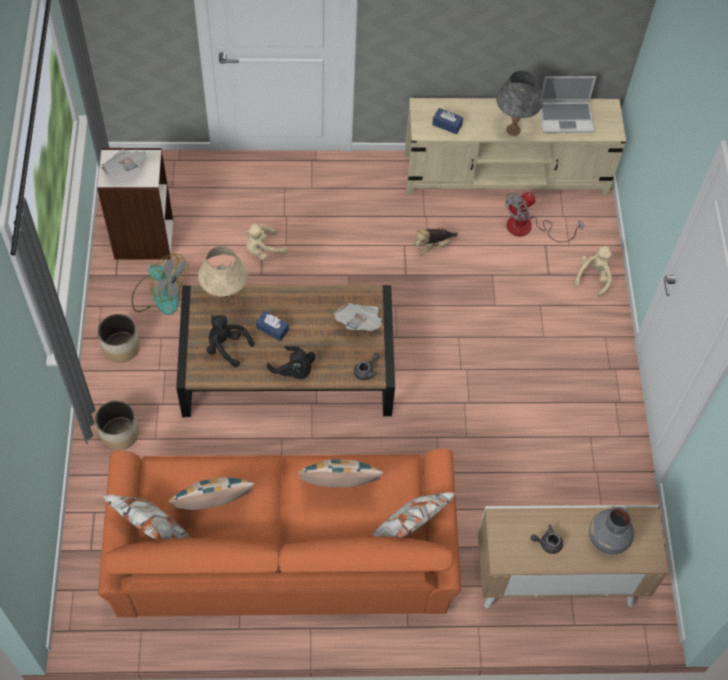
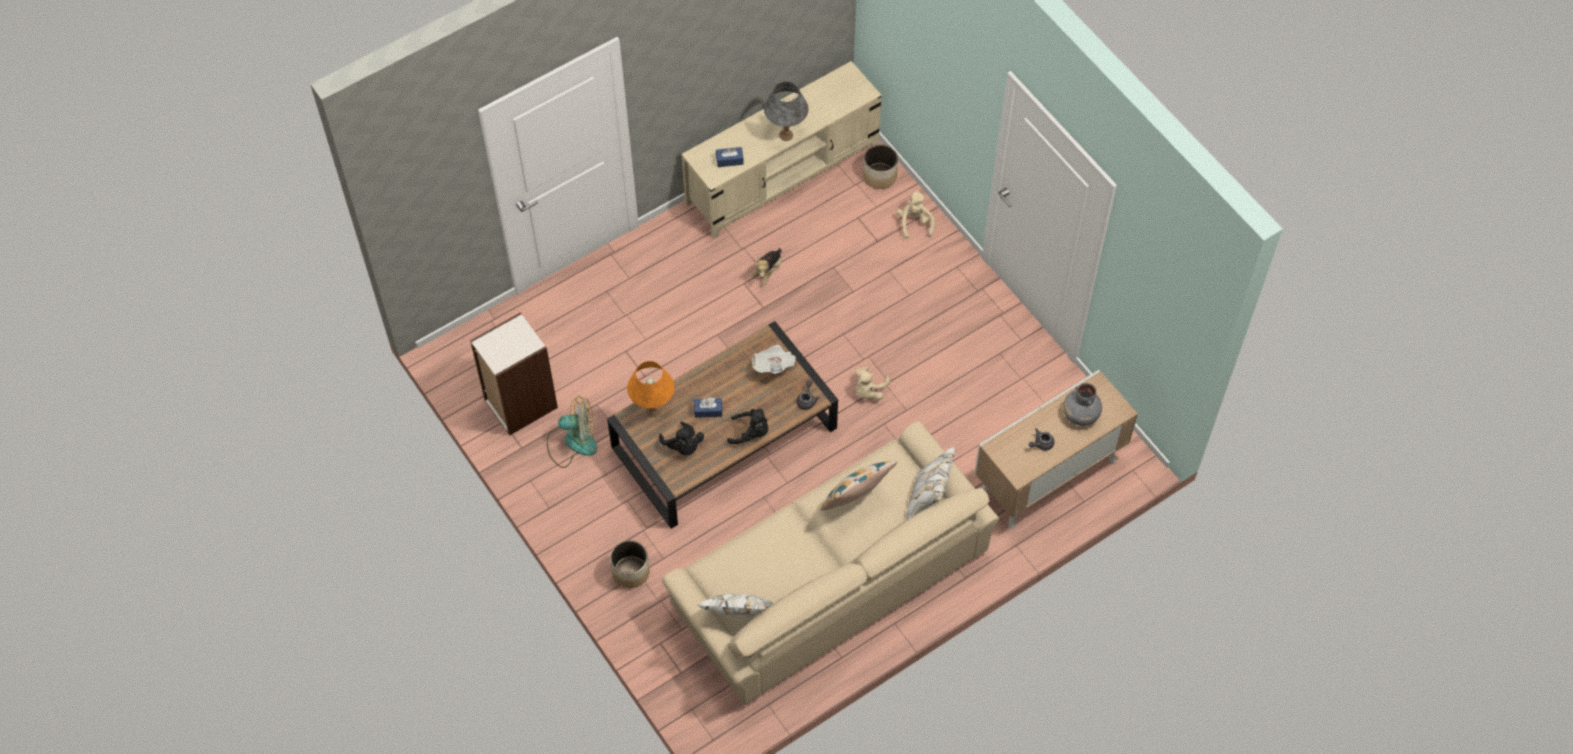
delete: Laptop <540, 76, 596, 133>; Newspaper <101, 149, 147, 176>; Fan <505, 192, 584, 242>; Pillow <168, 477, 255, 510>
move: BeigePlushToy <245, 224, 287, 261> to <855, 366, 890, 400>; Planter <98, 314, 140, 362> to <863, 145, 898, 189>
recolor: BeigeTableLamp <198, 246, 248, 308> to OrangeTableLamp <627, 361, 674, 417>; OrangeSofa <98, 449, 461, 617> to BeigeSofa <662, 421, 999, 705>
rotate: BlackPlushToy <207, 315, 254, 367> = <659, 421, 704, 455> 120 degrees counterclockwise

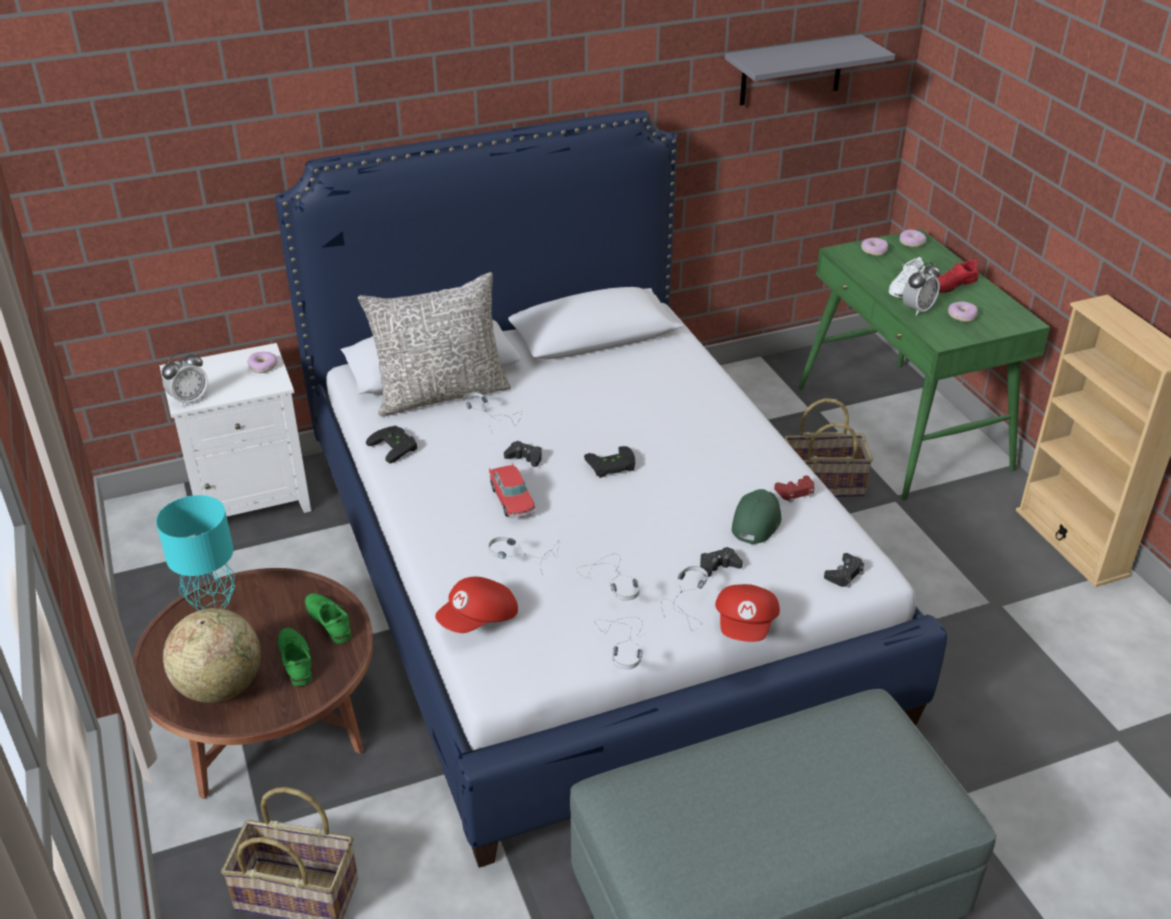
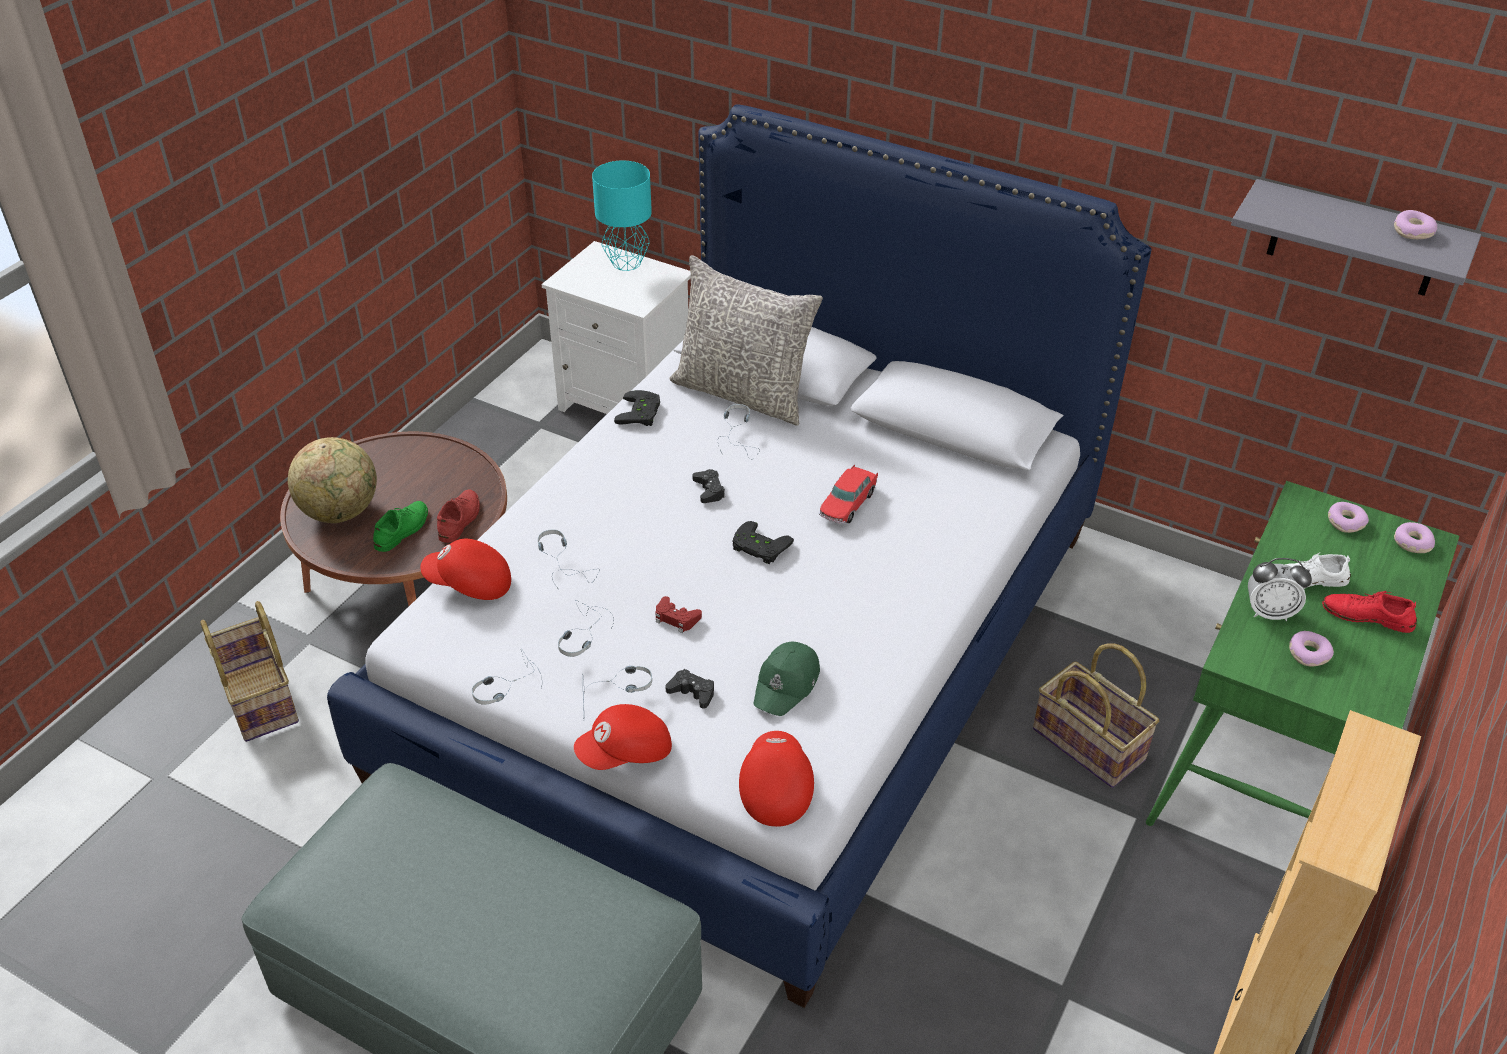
delete: AlarmClock <162, 351, 208, 407>
move: Donut <247, 352, 278, 373> to <1394, 210, 1437, 239>; ToyCar <489, 463, 535, 517> to <819, 464, 878, 524>; RedGameController <774, 475, 814, 502> to <655, 596, 702, 633>; TurquoiseTableLamp <156, 495, 235, 611> to <592, 161, 652, 271>
replace: BlackGameController <824, 553, 864, 588> to RedCap <739, 731, 814, 827>
recolor: GreenShoe <304, 593, 352, 643> to RedShoe <437, 490, 480, 543>
rotate: GreenCap <732, 489, 782, 544> = <753, 642, 820, 716> 135 degrees clockwise

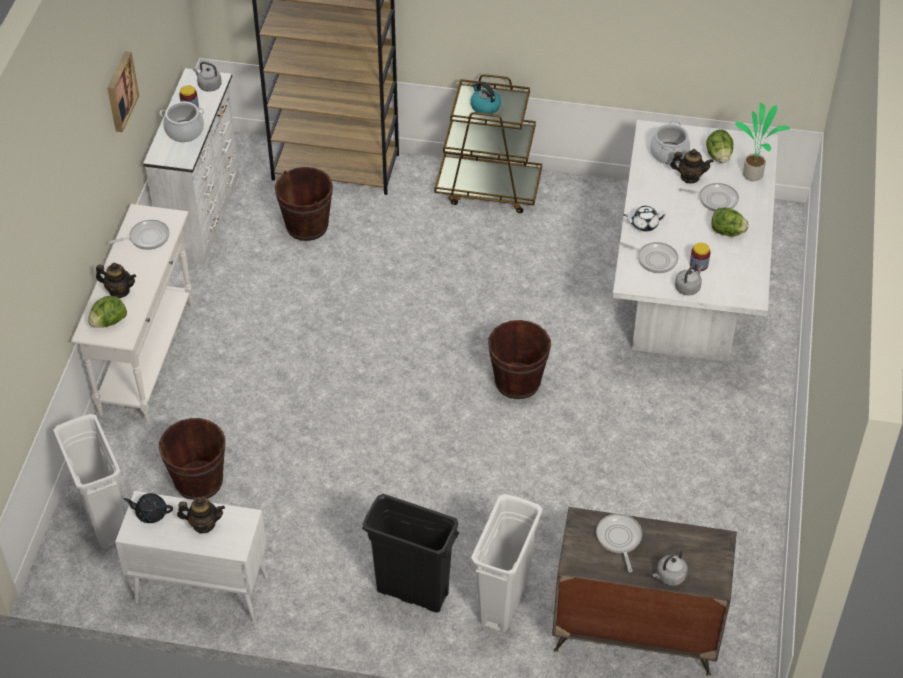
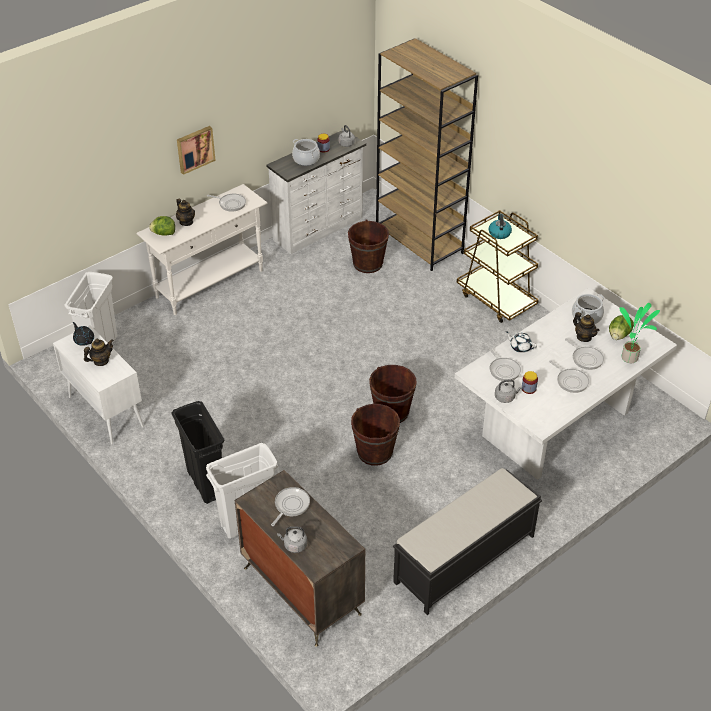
insert: BlackBench <393, 468, 542, 615>
move: Picture <107, 51, 139, 132> to <177, 126, 216, 175>; BrownBucket <159, 418, 225, 500> to <351, 404, 400, 466>
replace: Lettuce <711, 208, 749, 237> to FryingPan <549, 360, 589, 393>
rotate: Teapot <177, 497, 225, 534> = <84, 339, 114, 366> 75 degrees counterclockwise

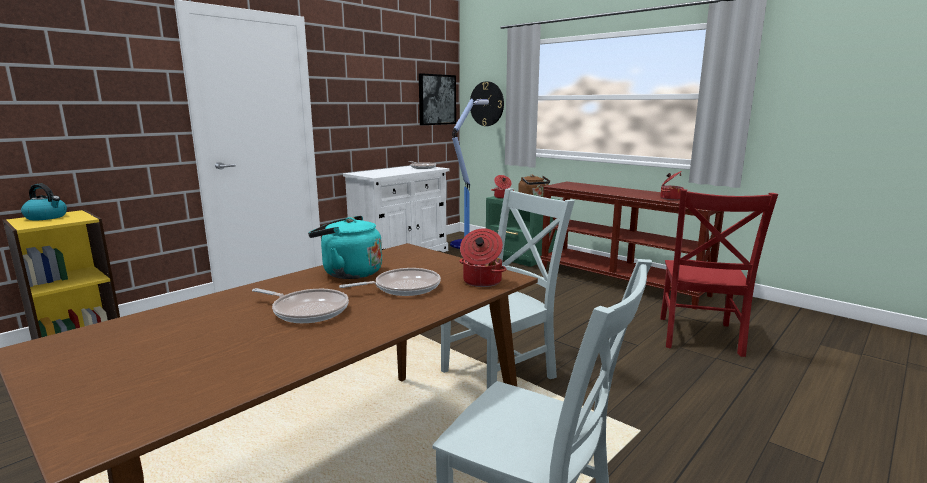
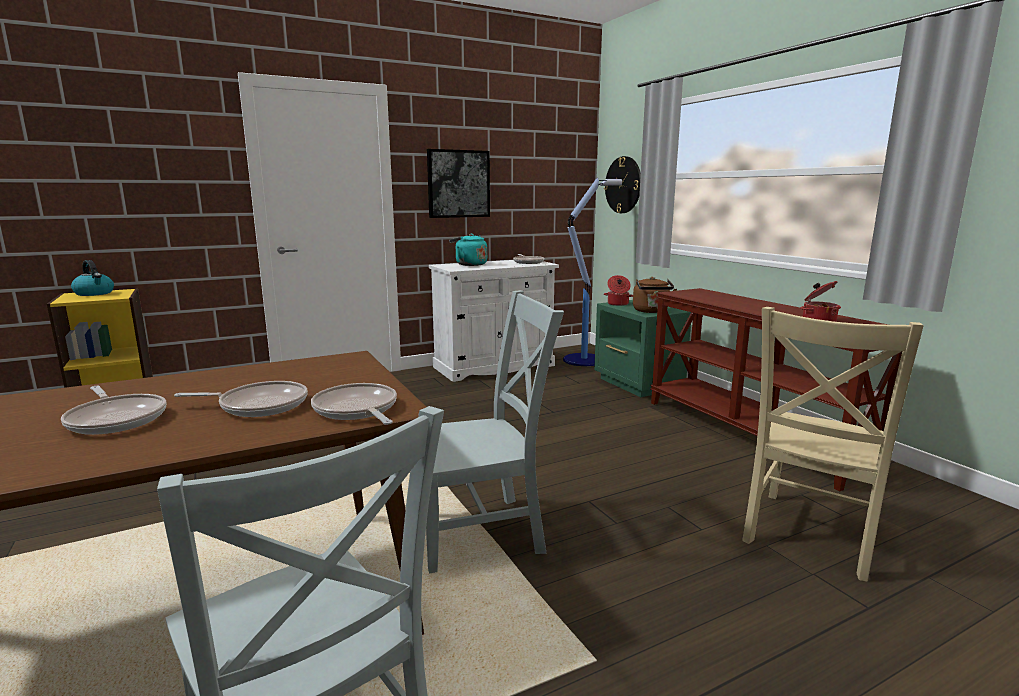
move: Picture <419, 73, 456, 125> to <427, 149, 490, 218>; TurquoiseKettle <308, 216, 382, 279> to <449, 234, 487, 266>
replace: CookingPot <459, 228, 506, 287> to FryingPan <311, 383, 397, 425>
recolor: RedChair <660, 189, 778, 357> to BeigeChair <742, 307, 924, 582>

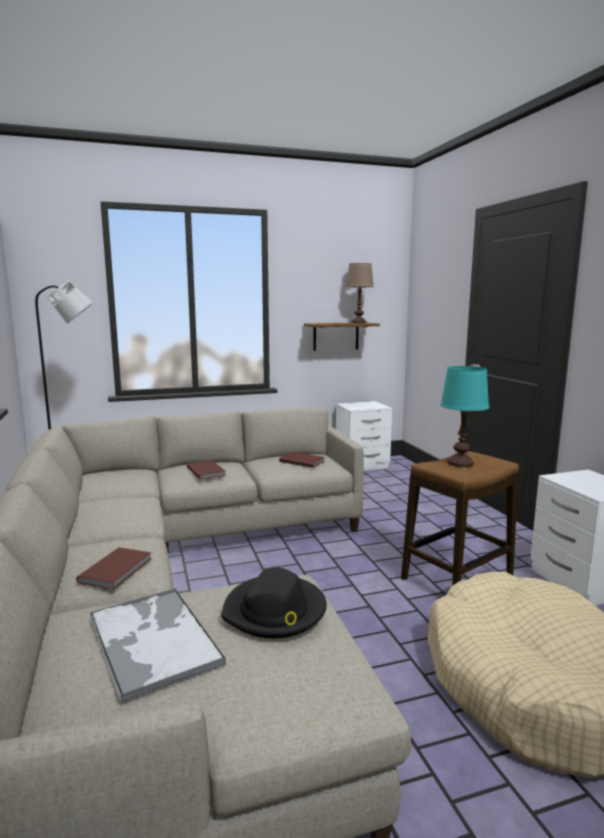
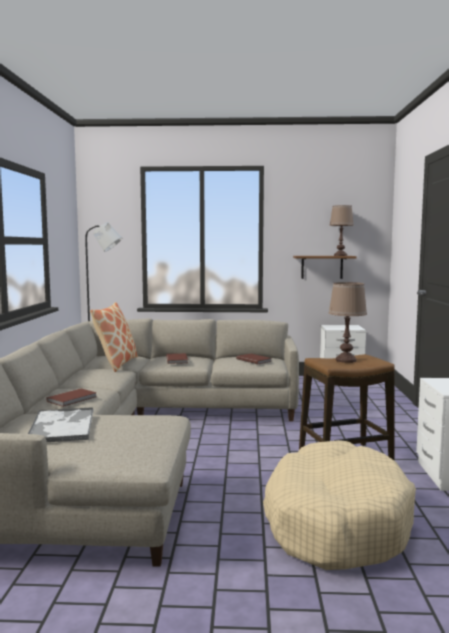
delete: BlackHat <222, 567, 327, 638>
insert: Pillow <90, 302, 138, 372>
recolor: TurquoiseTableLamp <440, 366, 489, 467> to BrownTableLamp <329, 282, 367, 363>

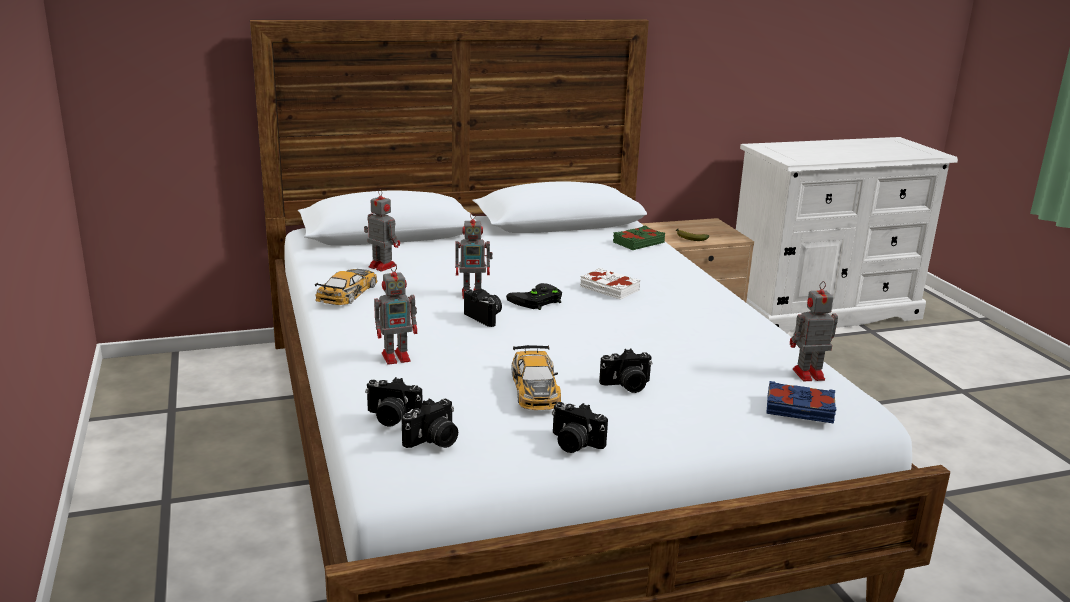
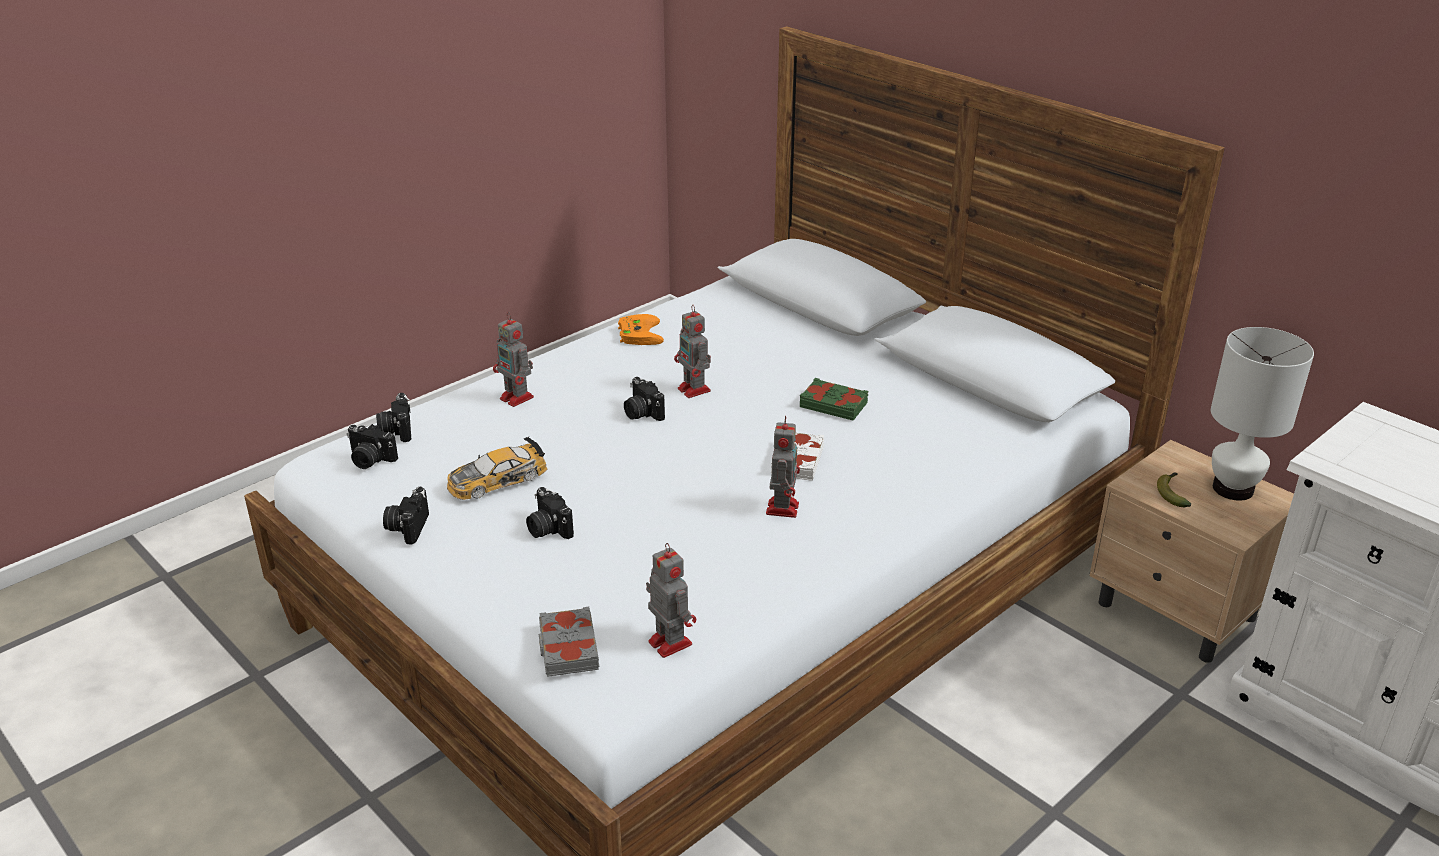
delete: BlackGameController <506, 283, 562, 310>
insert: WhiteTableLamp <1211, 327, 1314, 501>
move: ToyRobot <364, 189, 400, 271> to <766, 416, 800, 518>; GreenBook <613, 226, 665, 250> to <800, 378, 868, 421>
replace: ToyCar <315, 269, 377, 305> to OrangeGameController <618, 314, 664, 345>
recolor: BlueBook <766, 381, 837, 423> to GreyBook <539, 607, 599, 677>
rotate: PhotoCamera <464, 289, 502, 327> = <624, 377, 665, 421> 120 degrees clockwise

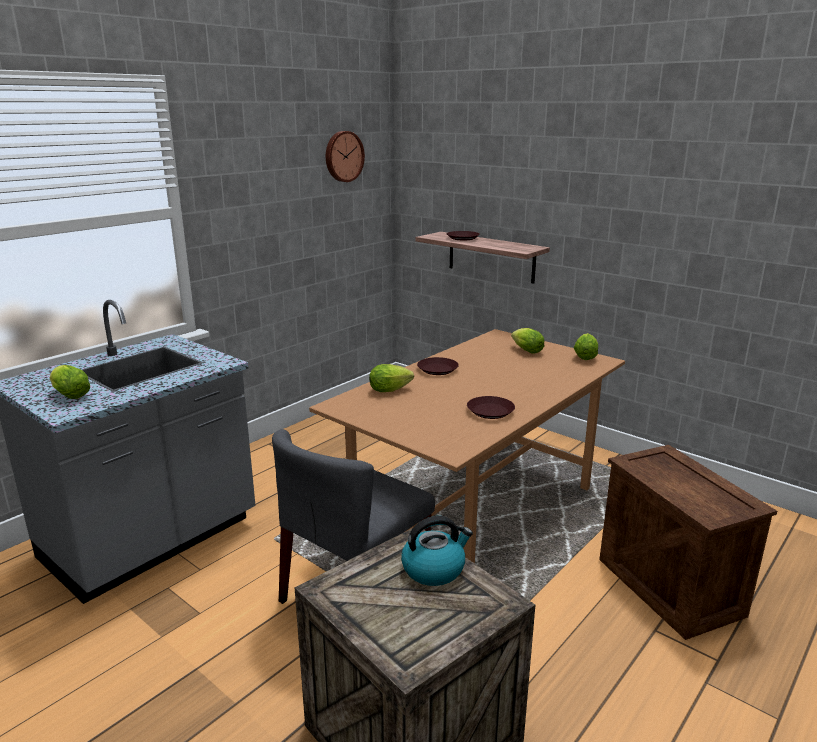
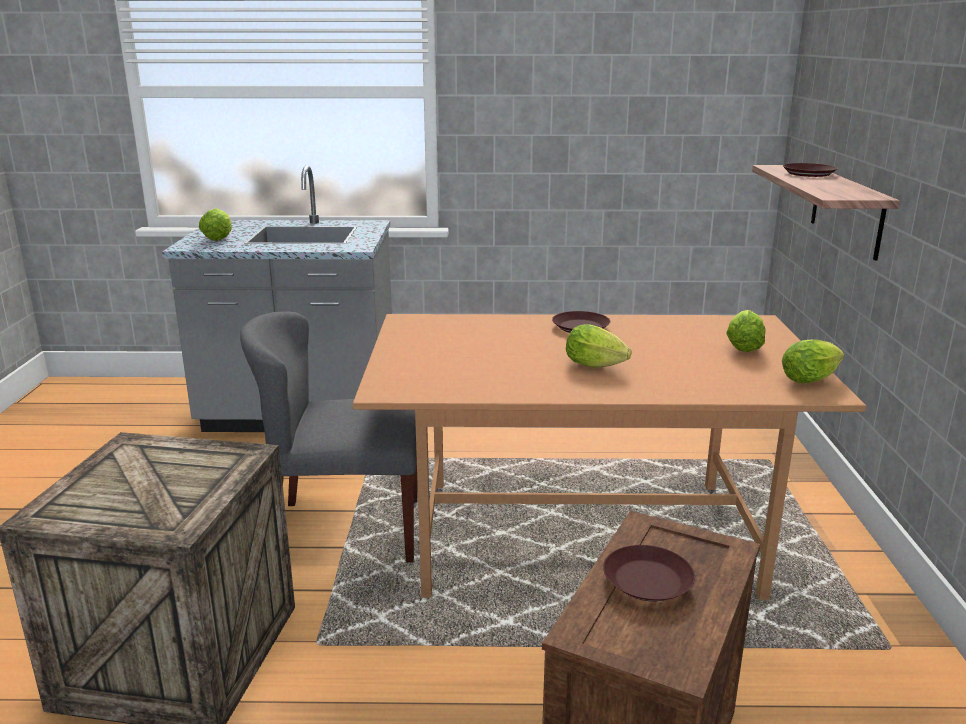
delete: WallClock <326, 131, 365, 182>; Kettle <401, 516, 473, 586>
move: Lettuce <369, 364, 414, 392> to <566, 324, 631, 368>; BrownPlate <467, 396, 515, 419> to <603, 545, 695, 601>

